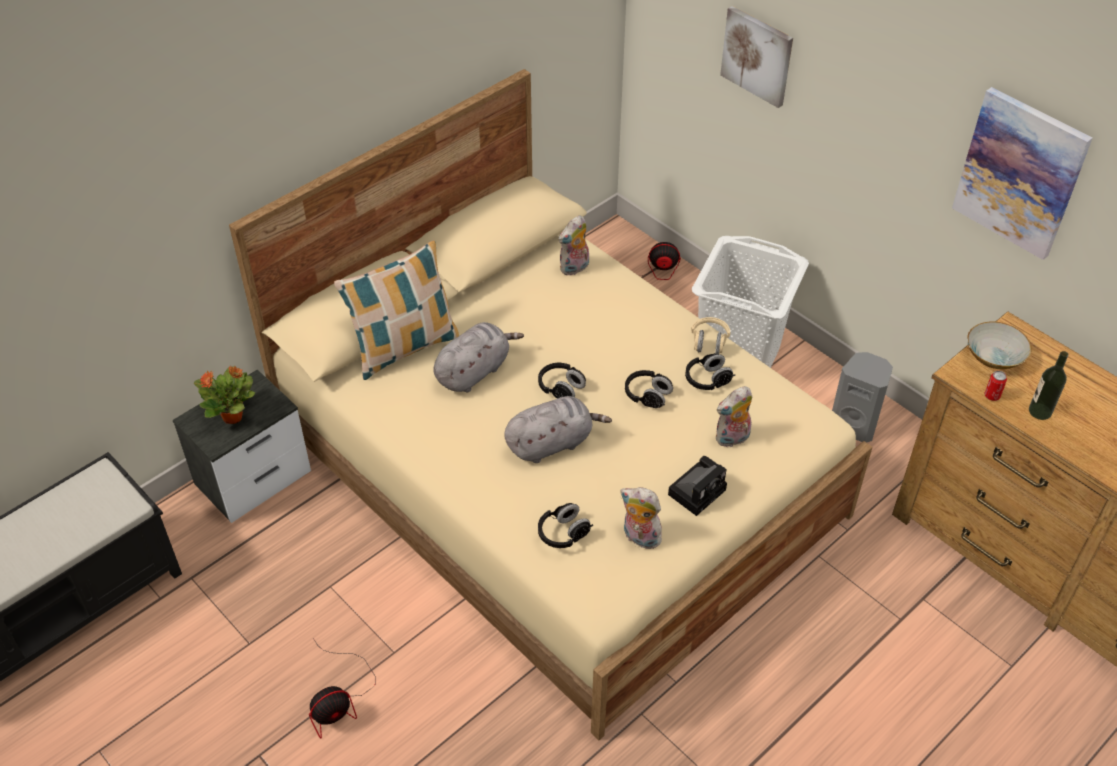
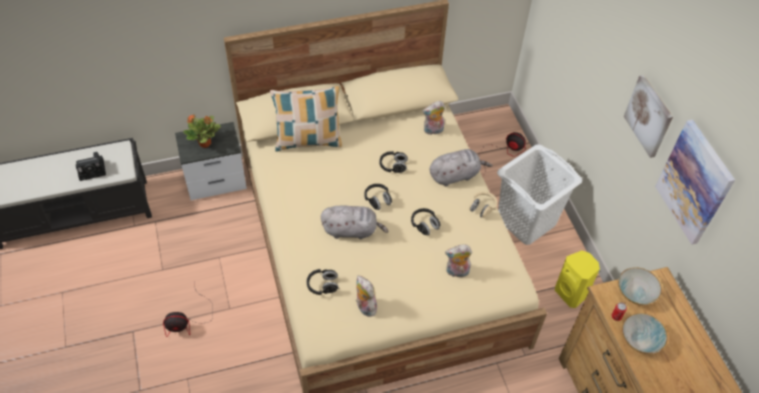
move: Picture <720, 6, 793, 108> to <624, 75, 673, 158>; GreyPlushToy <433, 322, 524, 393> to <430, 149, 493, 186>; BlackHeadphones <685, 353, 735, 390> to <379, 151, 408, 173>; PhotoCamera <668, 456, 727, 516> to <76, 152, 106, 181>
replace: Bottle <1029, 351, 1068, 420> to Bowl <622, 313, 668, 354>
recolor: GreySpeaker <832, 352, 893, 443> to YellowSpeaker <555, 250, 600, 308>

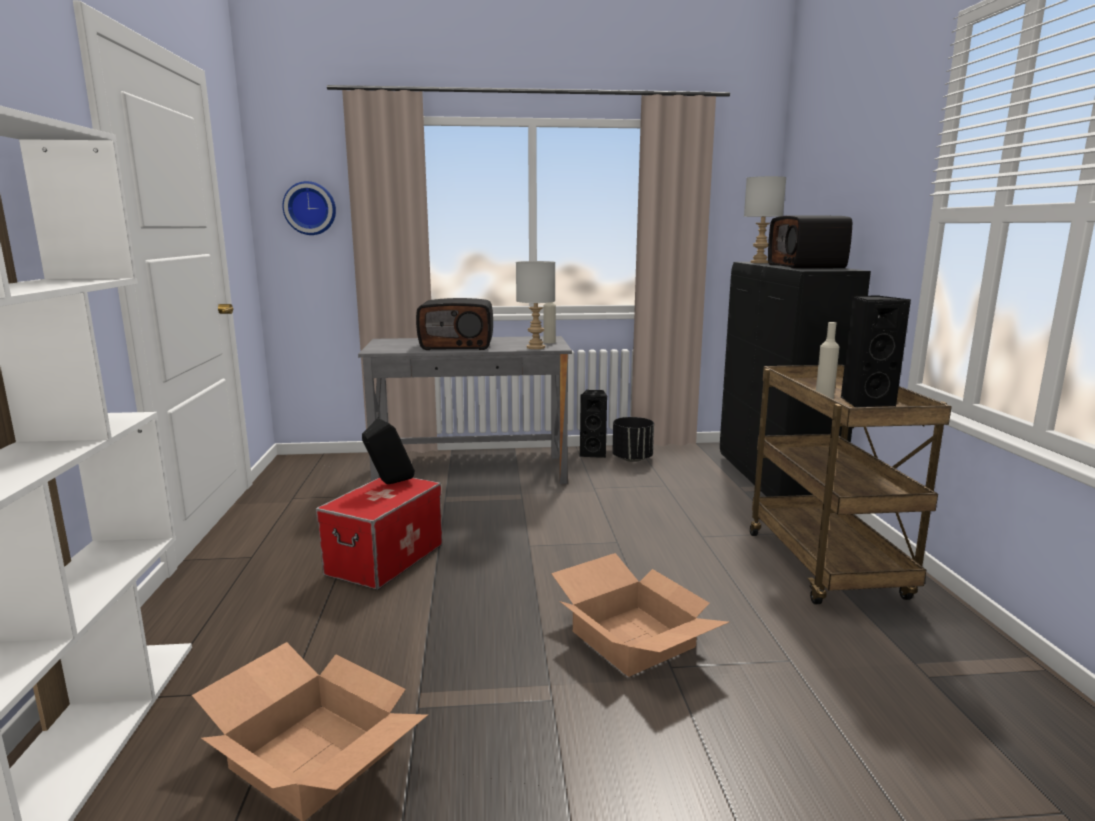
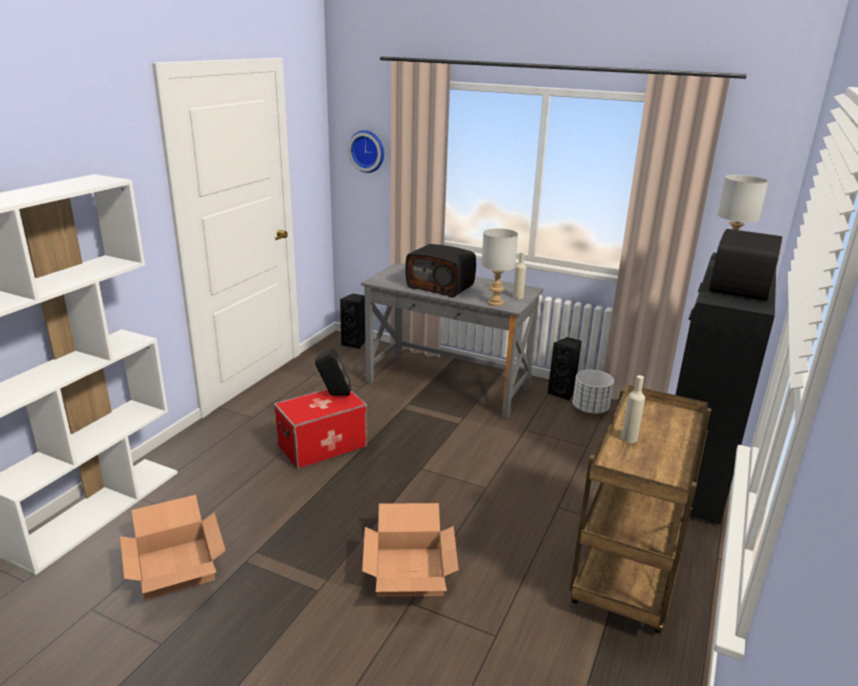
move: BlackSpeaker <841, 295, 911, 408> to <340, 294, 365, 349>
recolor: BlackPlanter <612, 417, 654, 462> to WhitePlanter <573, 370, 614, 414>

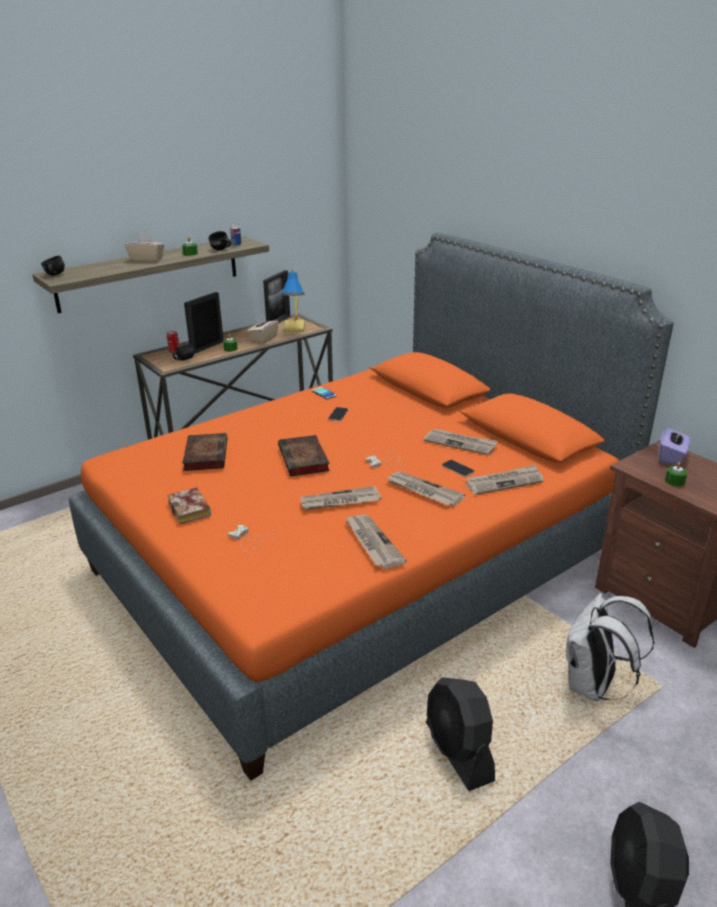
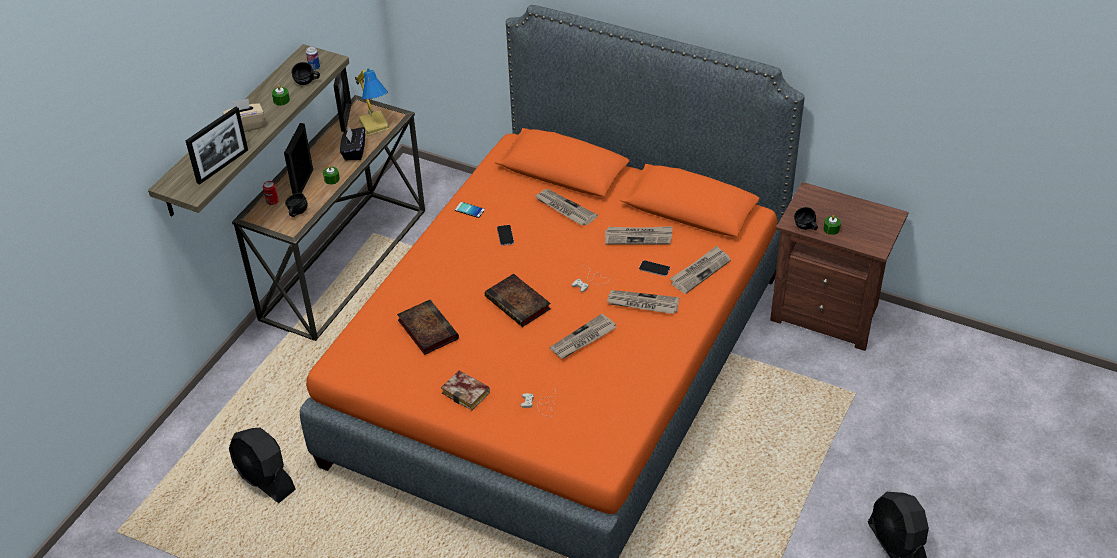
delete: PurpleTissueBox <659, 427, 690, 465>; WhiteBackpack <566, 593, 655, 701>
insert: PictureFrame <185, 107, 248, 185>
move: BlackMug <41, 255, 65, 276> to <794, 207, 818, 230>; Newspaper <345, 514, 407, 569> to <535, 189, 598, 225>; BlackFan <426, 677, 495, 791> to <229, 428, 296, 503>
recolor: BeigeTissueBox <247, 314, 279, 343> to BlackTissueBox <340, 127, 365, 160>

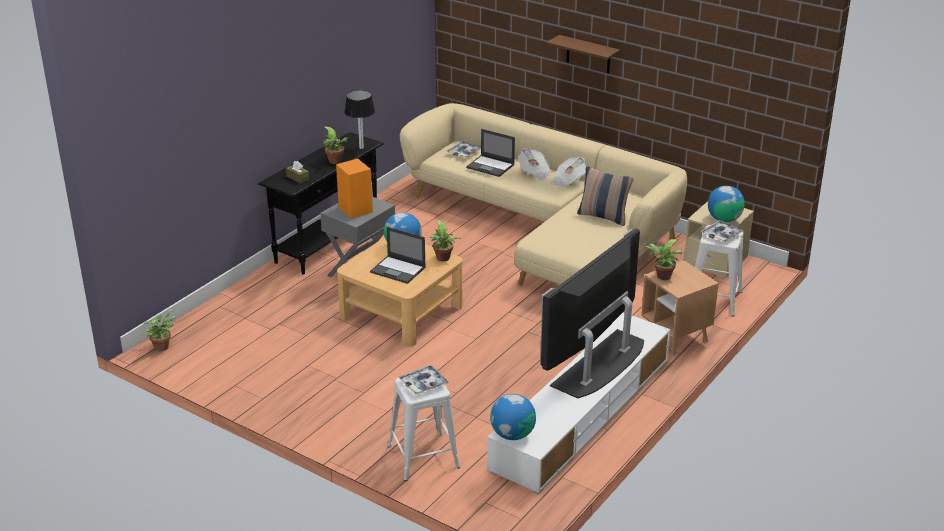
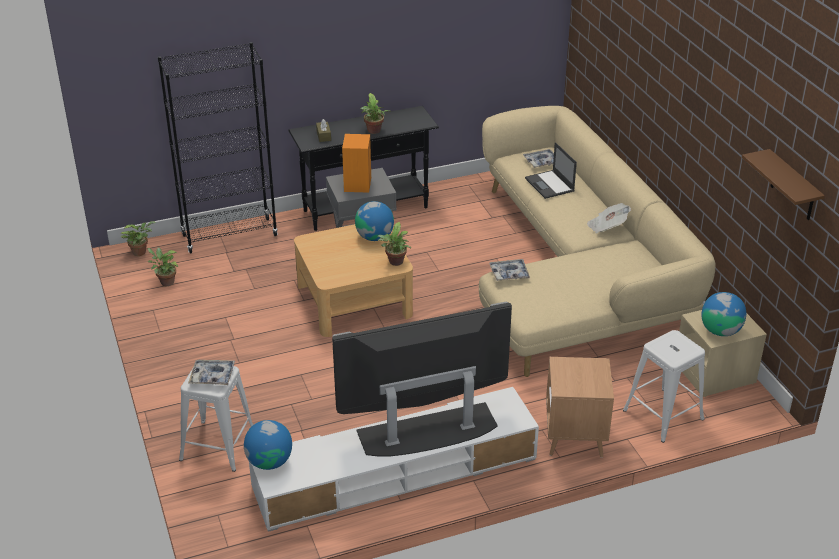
delete: TableLamp <344, 90, 375, 149>; Newspaper <518, 148, 553, 181>; Pillow <577, 166, 634, 226>; Laptop <370, 227, 426, 284>
insert: BlackBookcase <158, 42, 278, 253>
move: BrownShelf <547, 35, 620, 73> to <742, 149, 825, 220>; Tray <701, 220, 744, 242> to <489, 259, 530, 281>; PottedPlant <645, 239, 682, 280> to <148, 248, 178, 286>

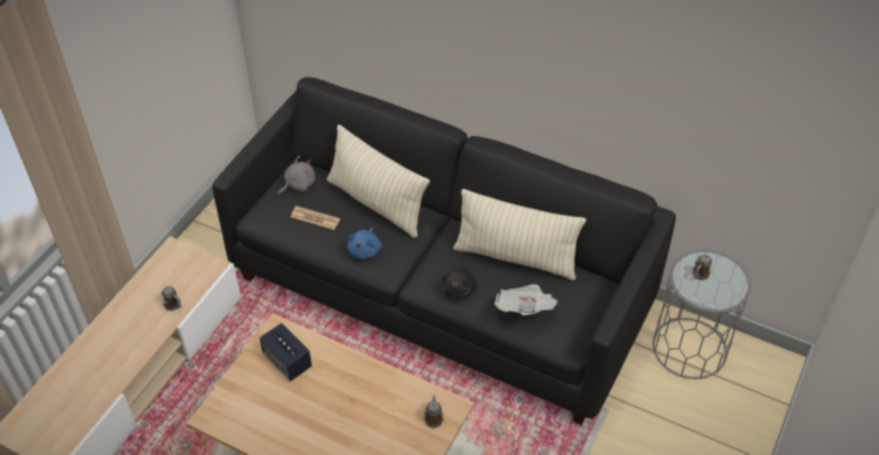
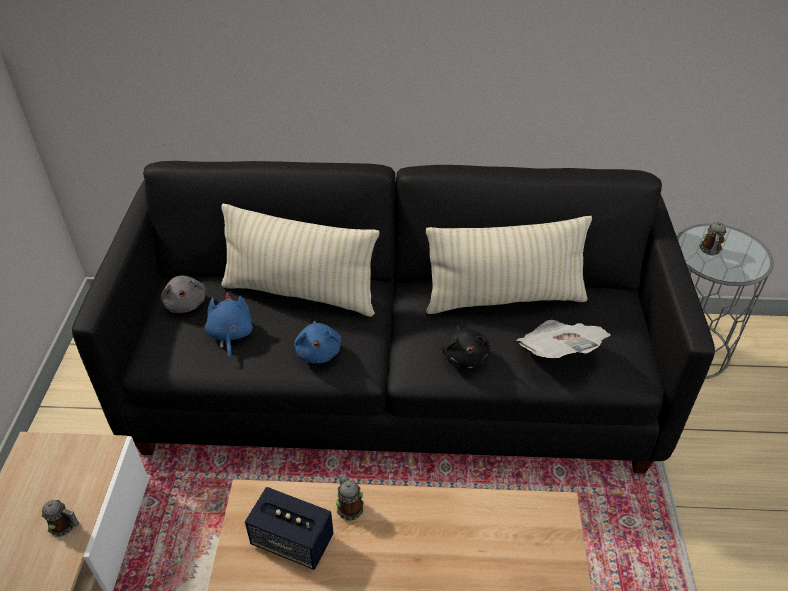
move: Mug <424, 395, 444, 428> to <336, 474, 364, 521>
replace: Newspaper <291, 206, 340, 230> to BluePlushToy <205, 292, 253, 360>
rotate: GreyPlushToy <277, 156, 315, 195> = <161, 276, 206, 313> 135 degrees clockwise

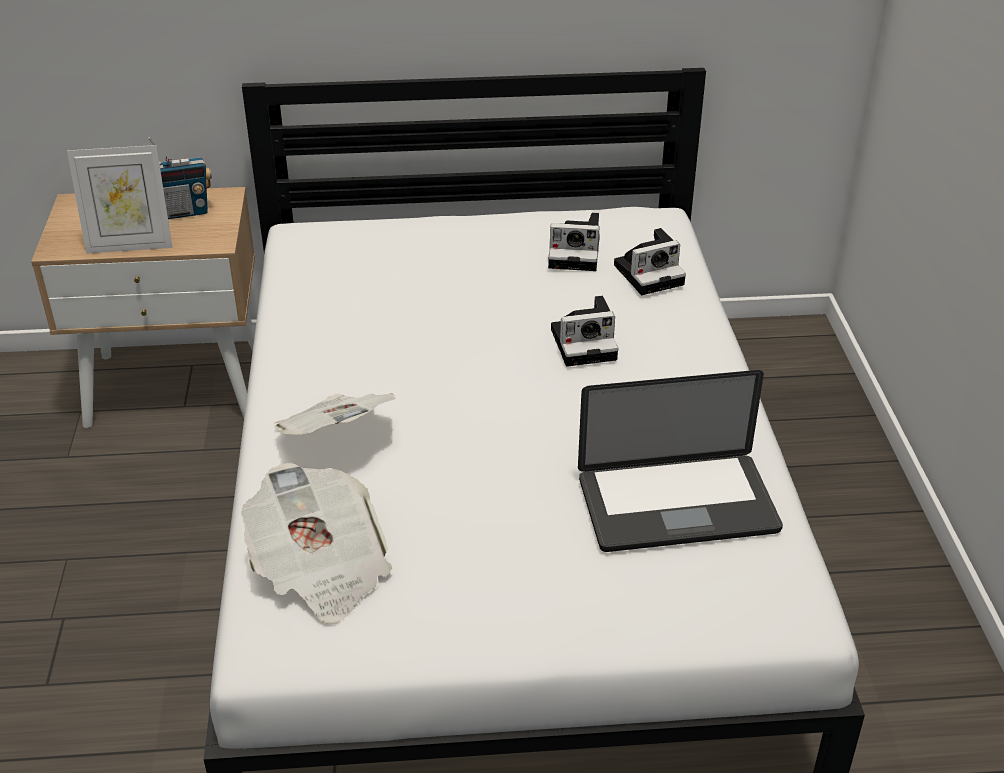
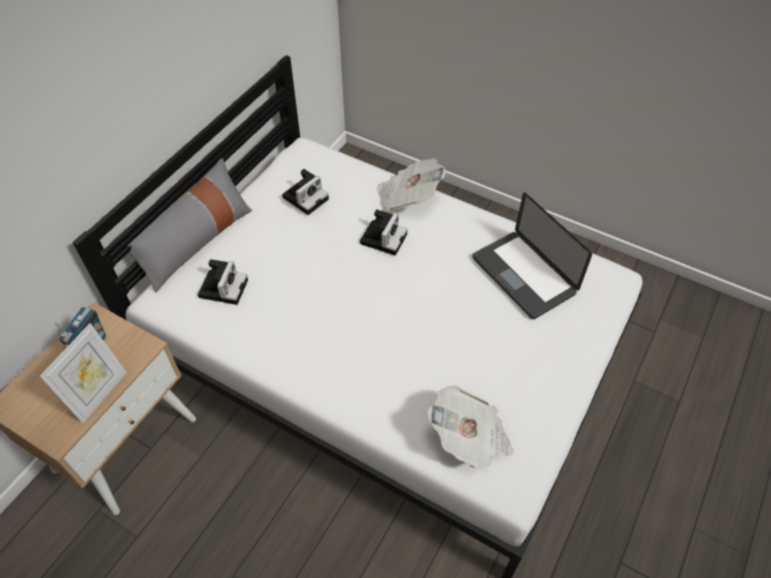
insert: GreyPillow <127, 158, 252, 292>
move: PhotoCamera <614, 228, 686, 295> to <198, 259, 248, 305>; Newspaper <274, 393, 396, 435> to <377, 158, 446, 211>
rotate: Laptop <578, 370, 783, 552> = <473, 192, 592, 319> 120 degrees clockwise

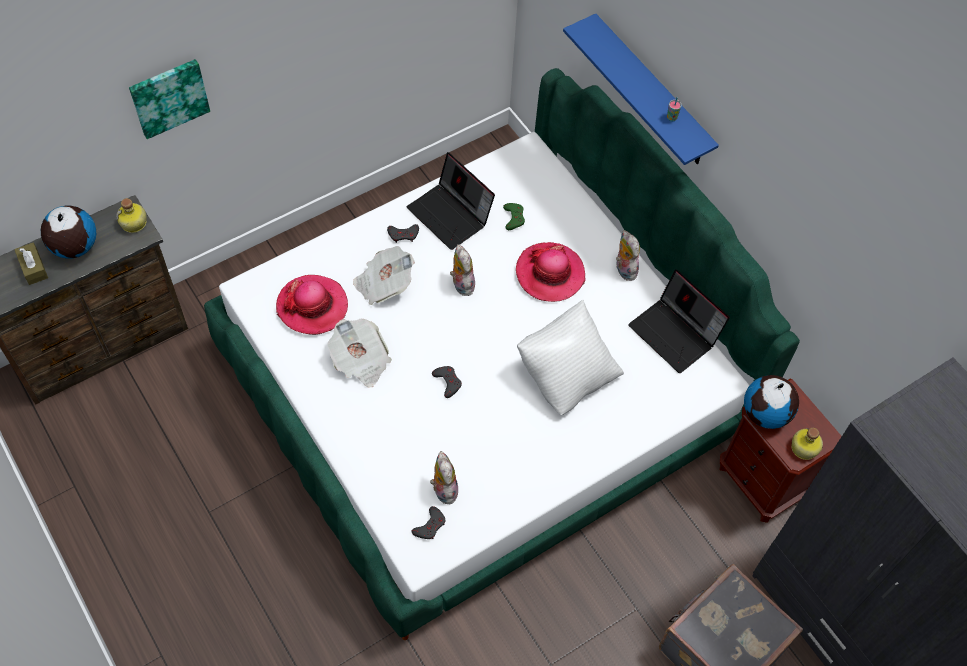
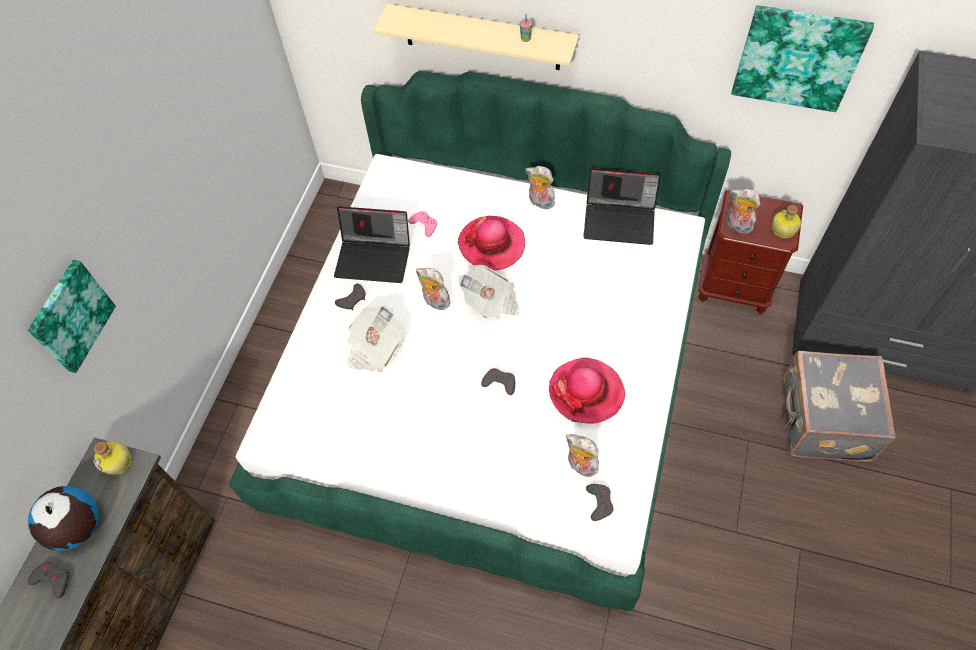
delete: WhitePillow <517, 300, 624, 415>
insert: Picture <731, 5, 874, 112>
move: Hat <276, 275, 348, 335> to <549, 358, 625, 424>; Newspaper <327, 319, 392, 388> to <459, 265, 520, 319>
replace: BrownTissueBox <14, 243, 48, 285> to GreyGameController <28, 562, 69, 598>; Globe <744, 375, 799, 429> to PlushToy <726, 189, 760, 234>
recolor: BlueShelf <563, 14, 719, 165> to BeigeShelf <374, 4, 579, 70>; GreenGameController <503, 203, 525, 230> to PinkGameController <408, 211, 437, 237>

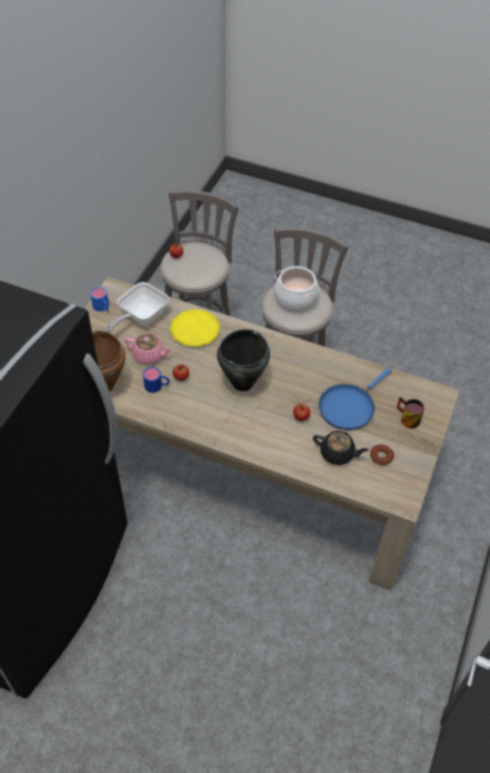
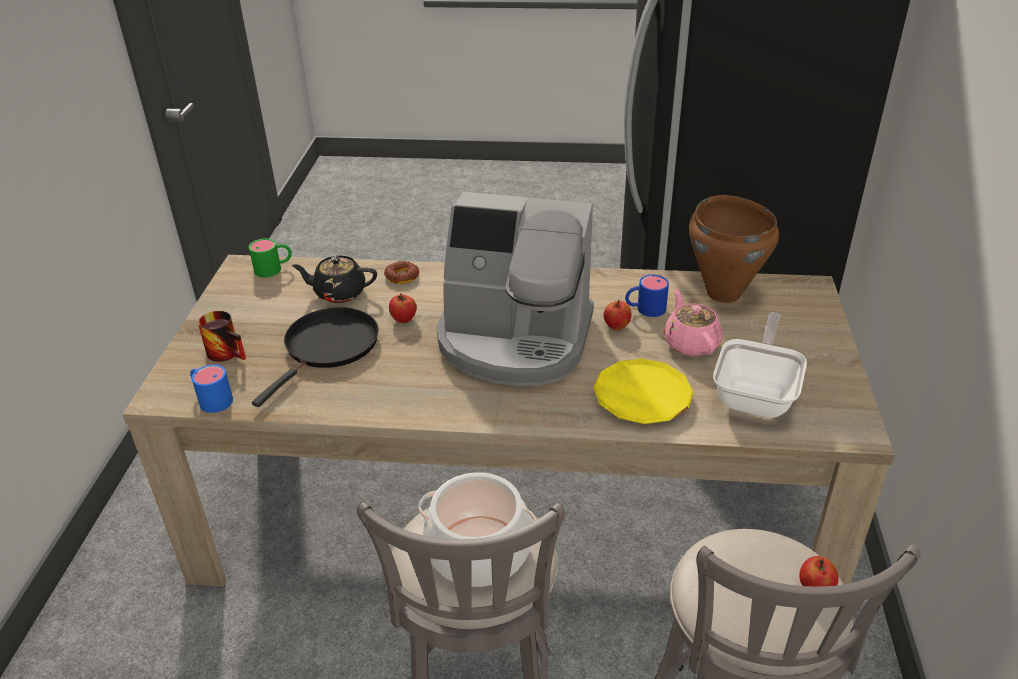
insert: GreenMug <249, 238, 292, 278>
move: BlueMug <90, 287, 109, 311> to <190, 364, 233, 413>; Donut <370, 444, 394, 465> to <384, 261, 419, 284>
replace: BlackCookingPot <217, 329, 270, 391> to CoffeeMachine <436, 192, 594, 386>
recolor: BlueFryingPan <319, 368, 392, 430> to BlackFryingPan <252, 307, 379, 407>
rotate: PinkTeapot <124, 333, 173, 364> = <664, 289, 723, 356> 75 degrees clockwise

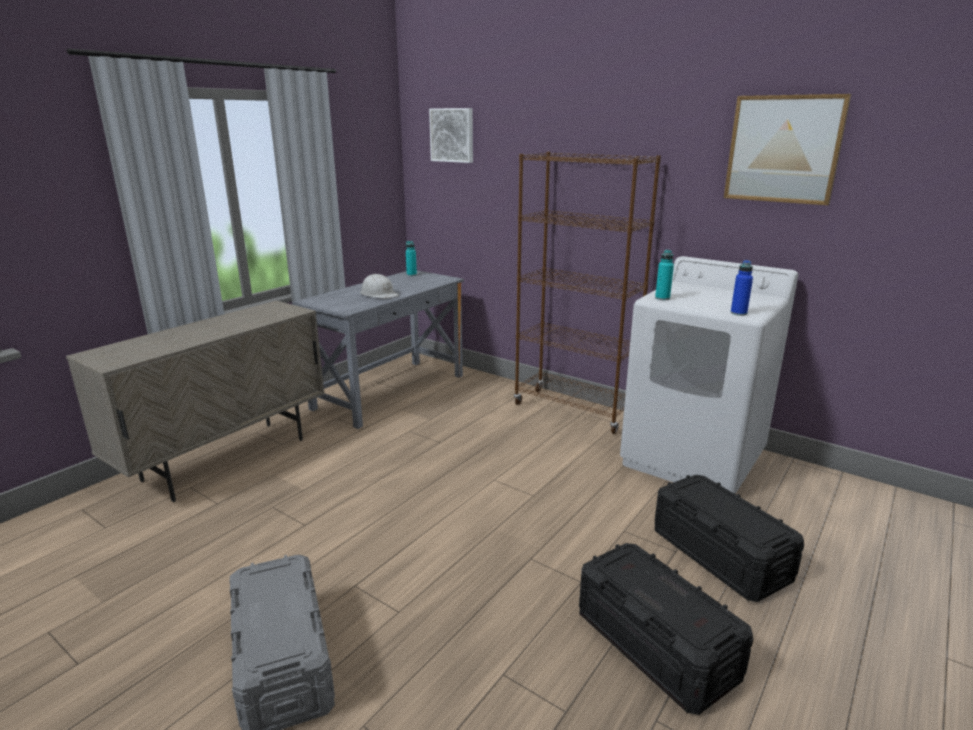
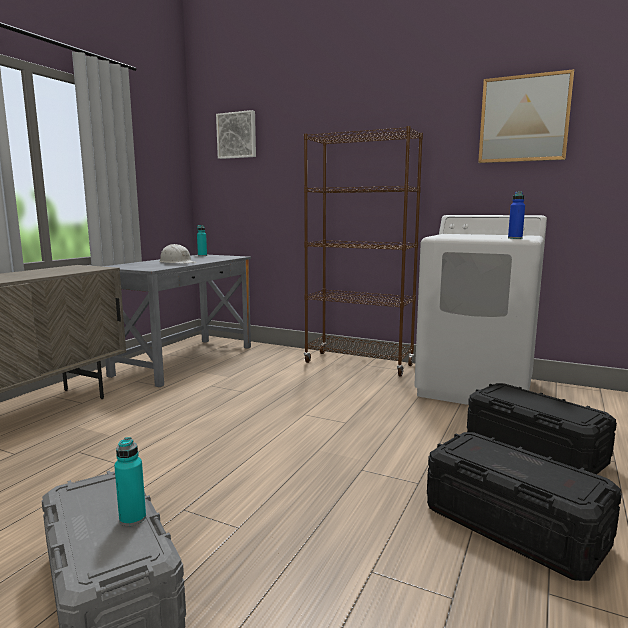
move: TurquoiseBottle <655, 250, 674, 300> to <114, 437, 146, 526>

